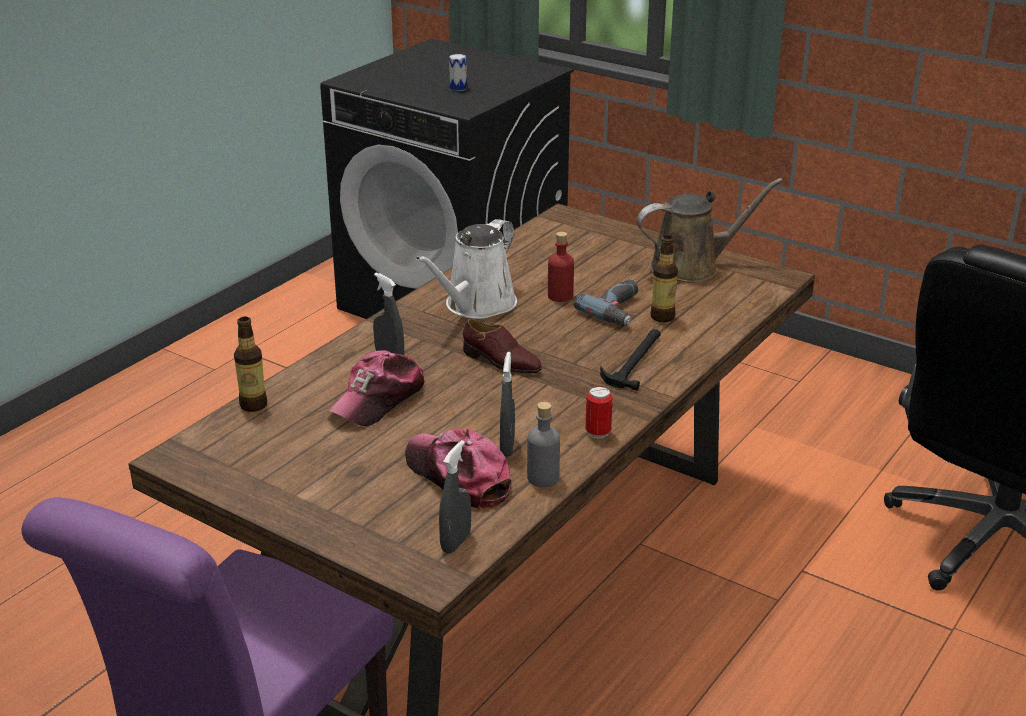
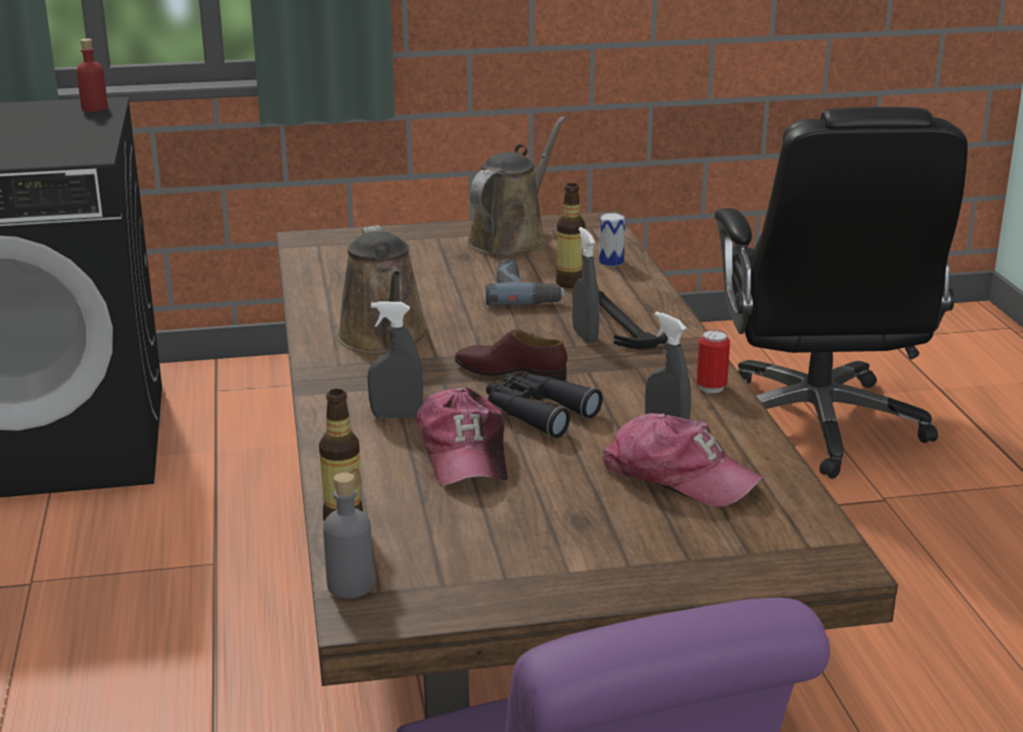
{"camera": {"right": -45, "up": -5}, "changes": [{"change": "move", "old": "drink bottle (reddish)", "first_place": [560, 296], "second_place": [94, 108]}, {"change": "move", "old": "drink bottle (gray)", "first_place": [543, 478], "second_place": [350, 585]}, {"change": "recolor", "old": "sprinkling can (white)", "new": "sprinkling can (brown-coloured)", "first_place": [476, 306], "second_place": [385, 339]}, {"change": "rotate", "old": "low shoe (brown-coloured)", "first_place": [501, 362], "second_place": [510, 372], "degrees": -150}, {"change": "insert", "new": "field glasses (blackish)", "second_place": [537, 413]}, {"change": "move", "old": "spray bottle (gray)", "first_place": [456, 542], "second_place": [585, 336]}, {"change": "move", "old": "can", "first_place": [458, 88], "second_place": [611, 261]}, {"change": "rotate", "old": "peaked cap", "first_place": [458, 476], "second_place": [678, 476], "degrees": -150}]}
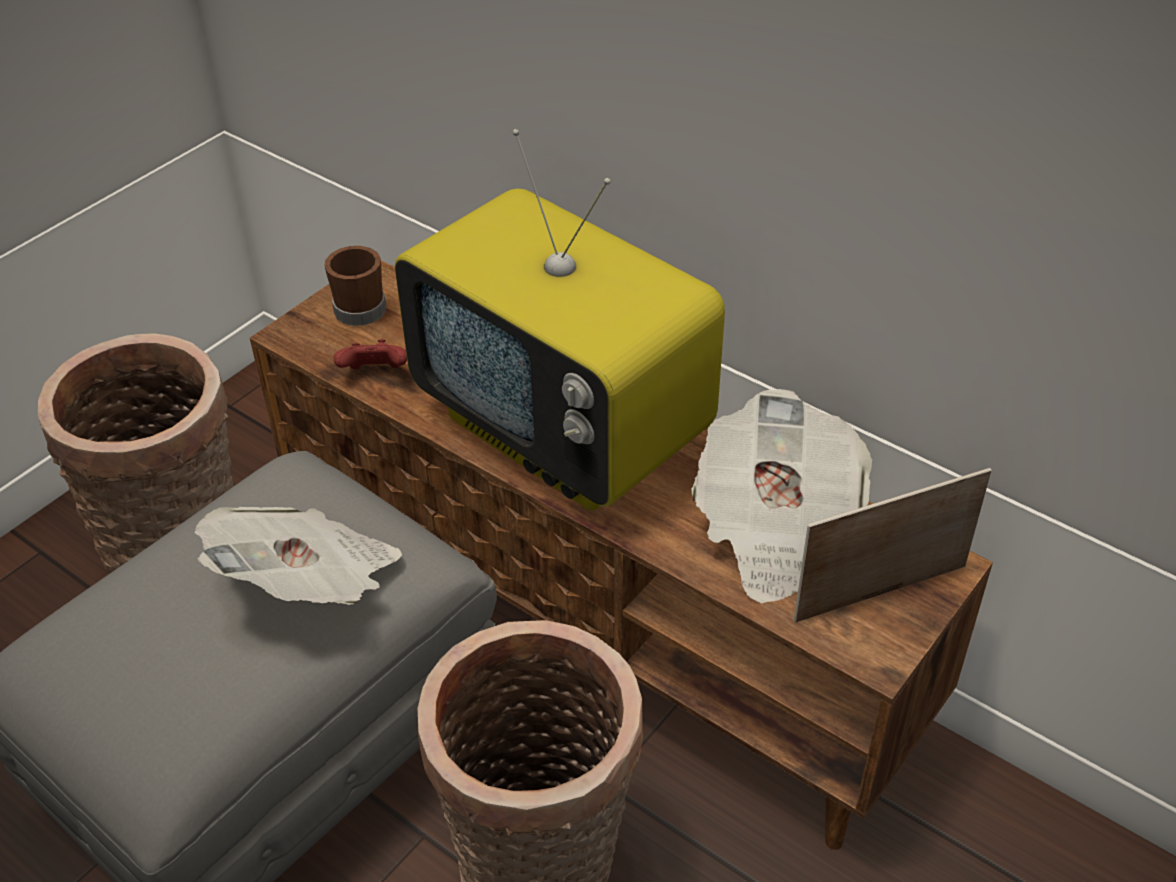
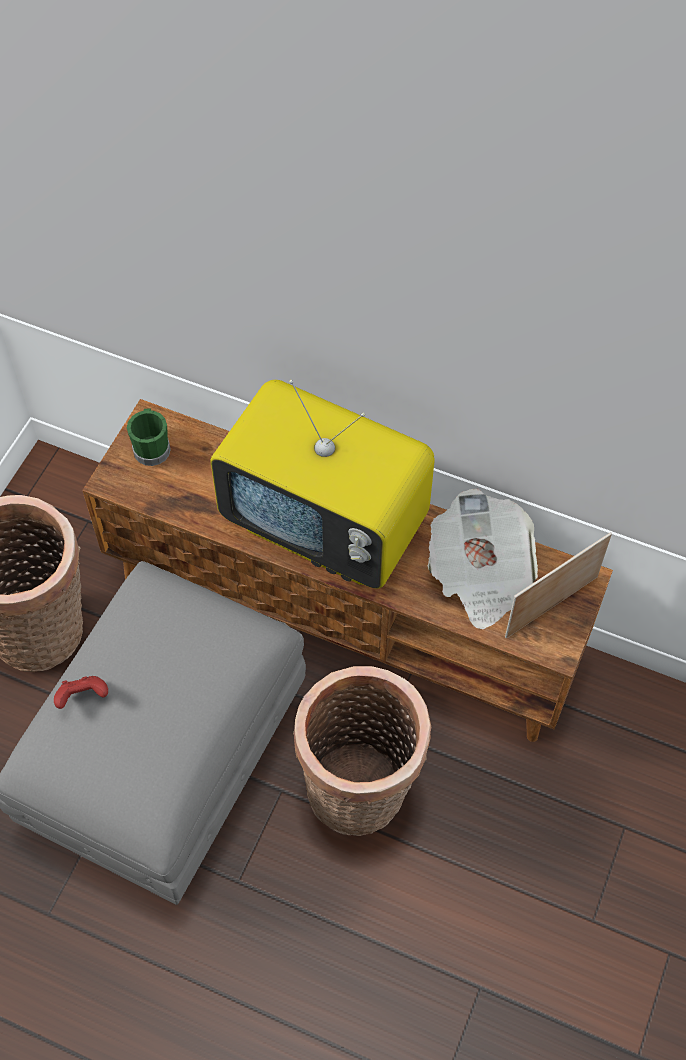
{"camera": {"right": -15, "up": 15}, "changes": [{"change": "move", "old": "gamepad (reddish)", "first_place": [375, 374], "second_place": [83, 697]}, {"change": "recolor", "old": "coffee mug (brown-coloured)", "new": "coffee mug (green-coloured)", "first_place": [362, 306], "second_place": [151, 447]}, {"change": "delete", "old": "printed paper", "first_place": [310, 584]}]}
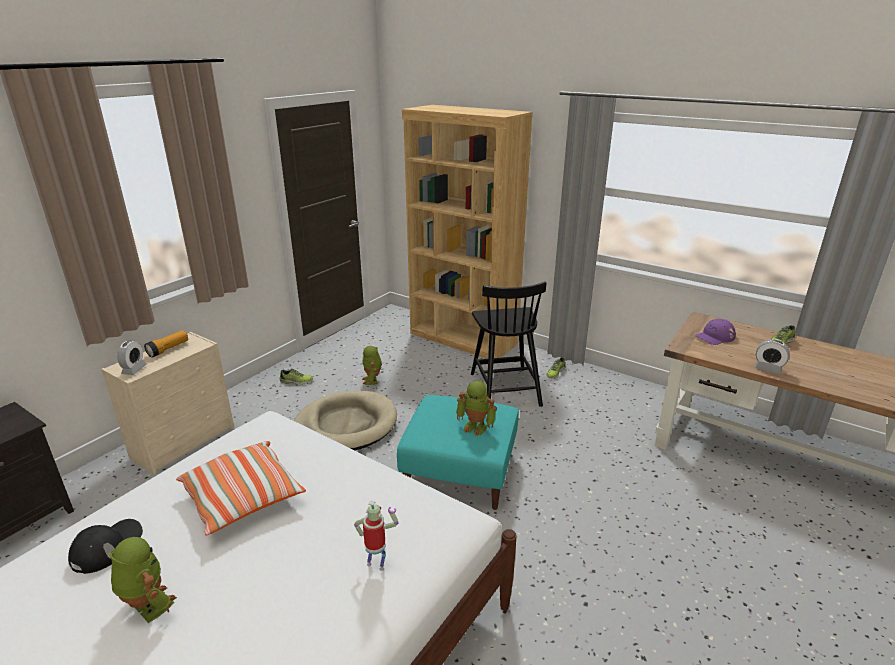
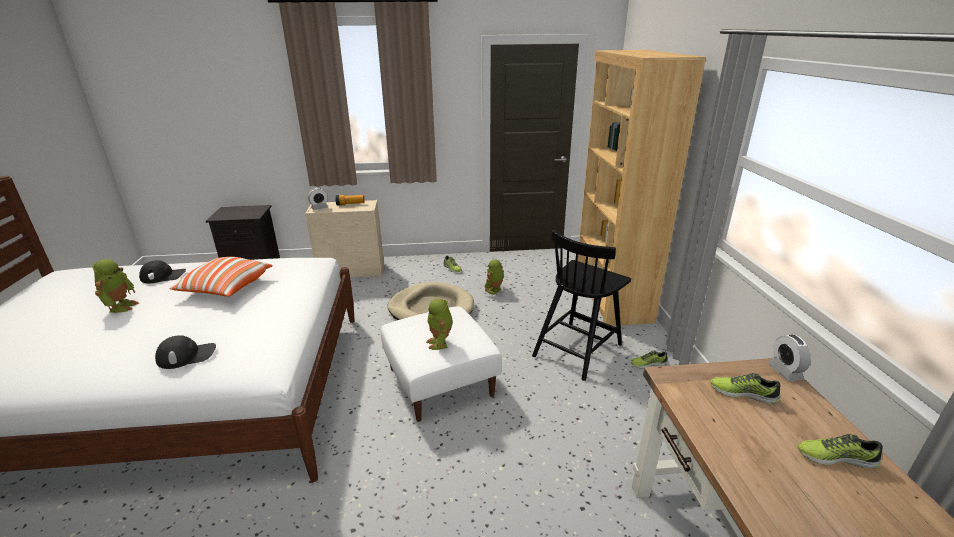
{"camera": {"right": 50, "up": 0}, "changes": [{"change": "replace", "old": "robot figure", "new": "peaked cap (blackish)", "first_place": [377, 564], "second_place": [187, 355]}, {"change": "recolor", "old": "footrest (turquoise)", "new": "footrest (white)", "first_place": [461, 472], "second_place": [441, 382]}, {"change": "replace", "old": "peaked cap (purple)", "new": "low shoe", "first_place": [714, 337], "second_place": [742, 393]}, {"change": "move", "old": "table clock", "first_place": [768, 369], "second_place": [785, 372]}]}
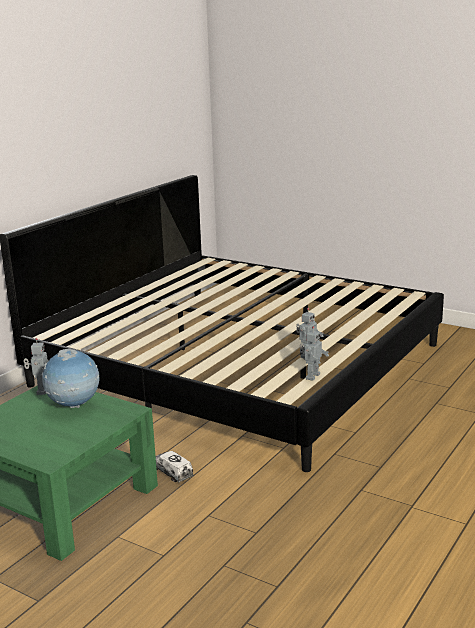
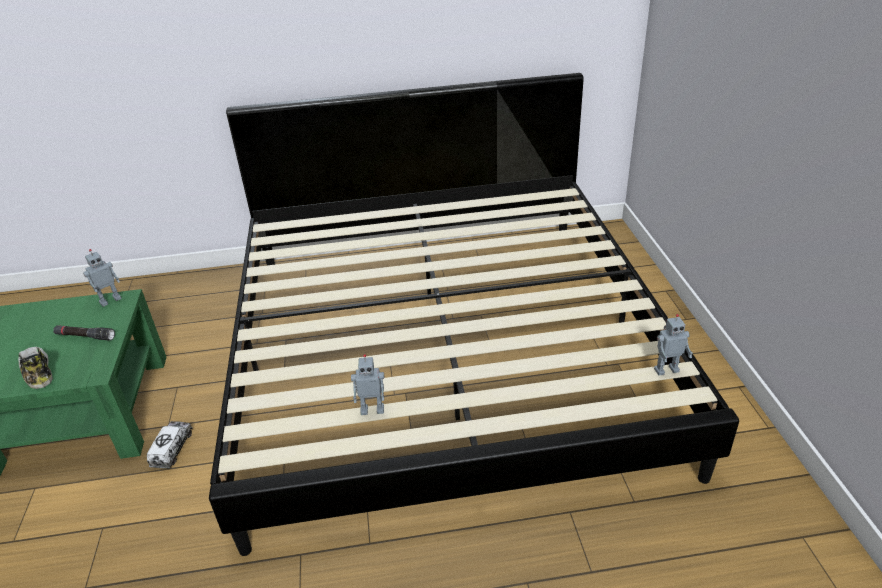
{"camera": {"right": 50, "up": 15}, "changes": [{"change": "insert", "new": "low shoe", "second_place": [37, 373]}, {"change": "replace", "old": "world globe", "new": "torch (blackish)", "first_place": [74, 406], "second_place": [85, 336]}, {"change": "move", "old": "robot figure", "first_place": [312, 376], "second_place": [666, 369]}]}
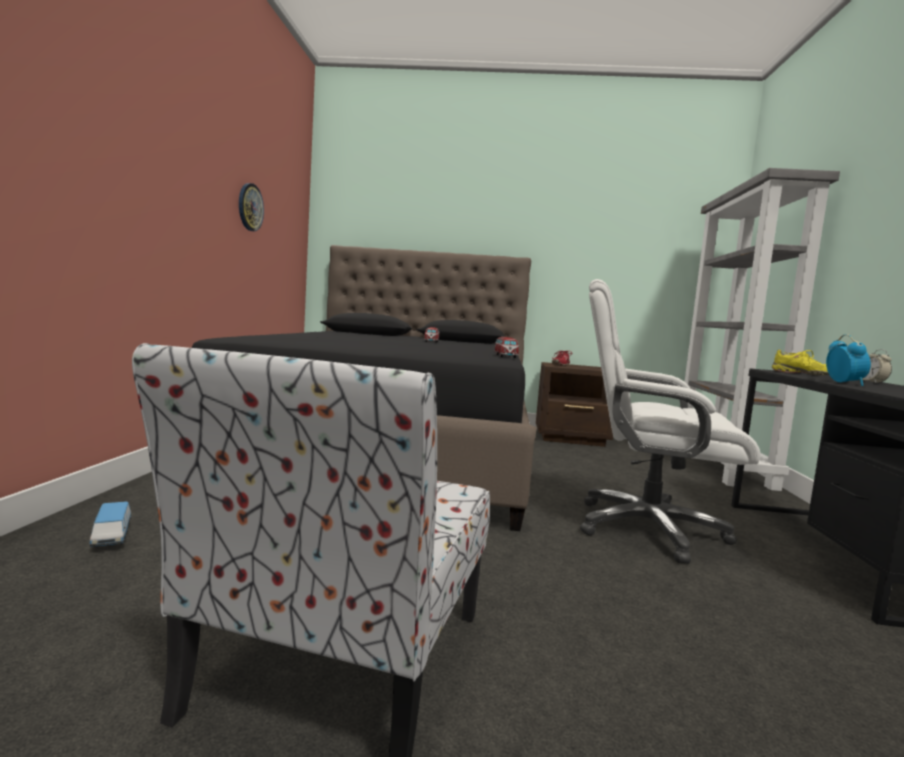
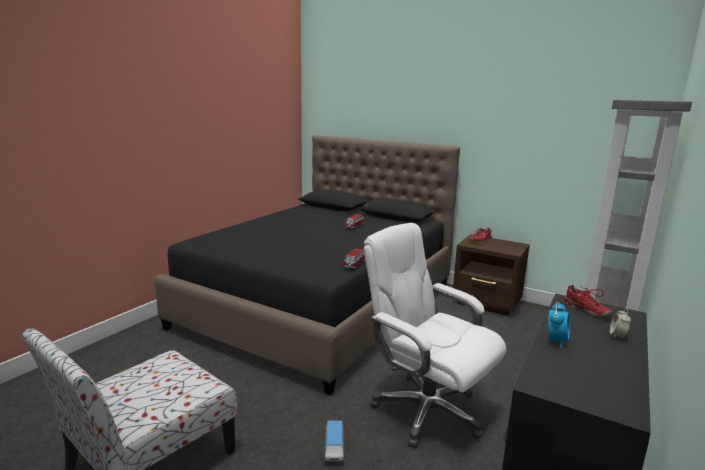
{"camera": {"right": 25, "up": 10}, "changes": [{"change": "move", "old": "toy car", "first_place": [111, 537], "second_place": [334, 448]}, {"change": "recolor", "old": "low shoe (yellow)", "new": "low shoe (reddish)", "first_place": [803, 374], "second_place": [586, 310]}, {"change": "delete", "old": "hanging clock", "first_place": [250, 207]}]}
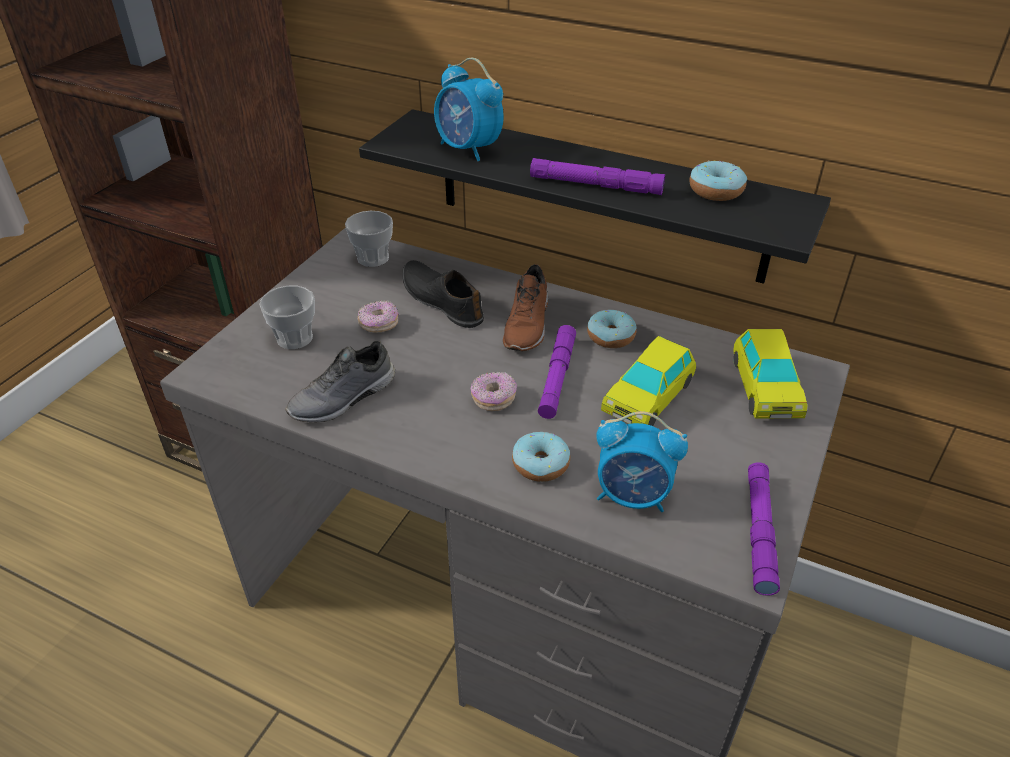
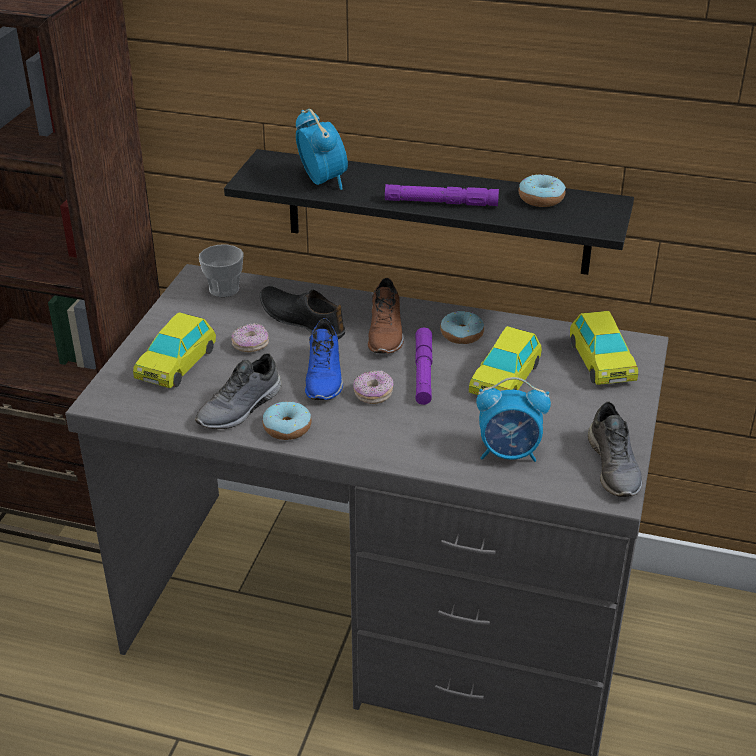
{"camera": {"right": -10, "up": -5}, "changes": [{"change": "replace", "old": "small cup", "new": "toy car", "first_place": [294, 338], "second_place": [176, 364]}, {"change": "move", "old": "doughnut", "first_place": [540, 464], "second_place": [287, 428]}, {"change": "rotate", "old": "table clock", "first_place": [468, 149], "second_place": [322, 181], "degrees": -150}, {"change": "insert", "new": "low shoe (bluish)", "second_place": [325, 376]}, {"change": "replace", "old": "torch (purple)", "new": "low shoe (gray)", "first_place": [759, 532], "second_place": [614, 466]}]}
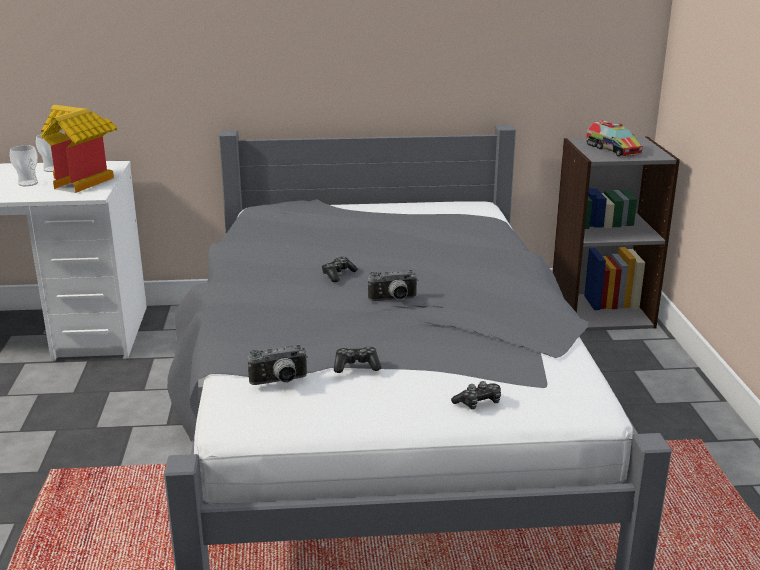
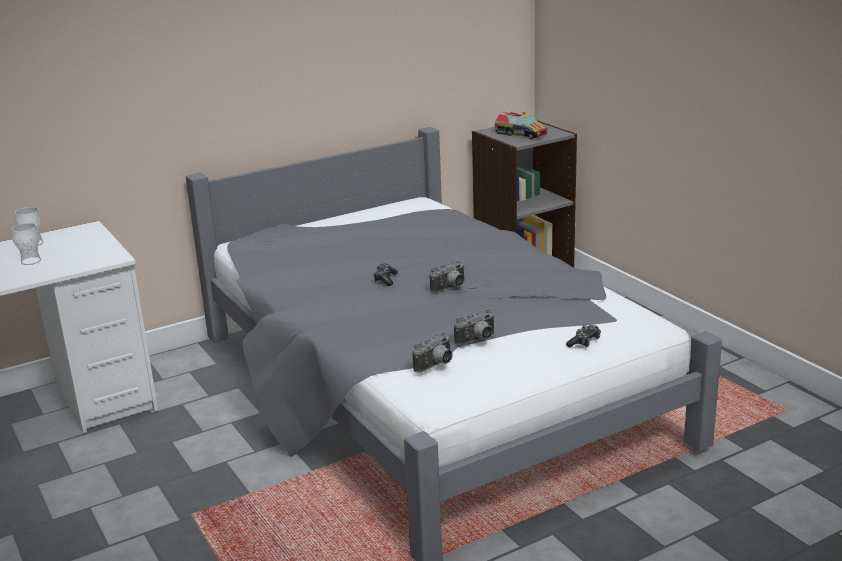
{"camera": {"right": -25, "up": 0}, "changes": [{"change": "replace", "old": "gamepad", "new": "still camera", "first_place": [356, 366], "second_place": [478, 340]}, {"change": "delete", "old": "toy house", "first_place": [84, 181]}]}
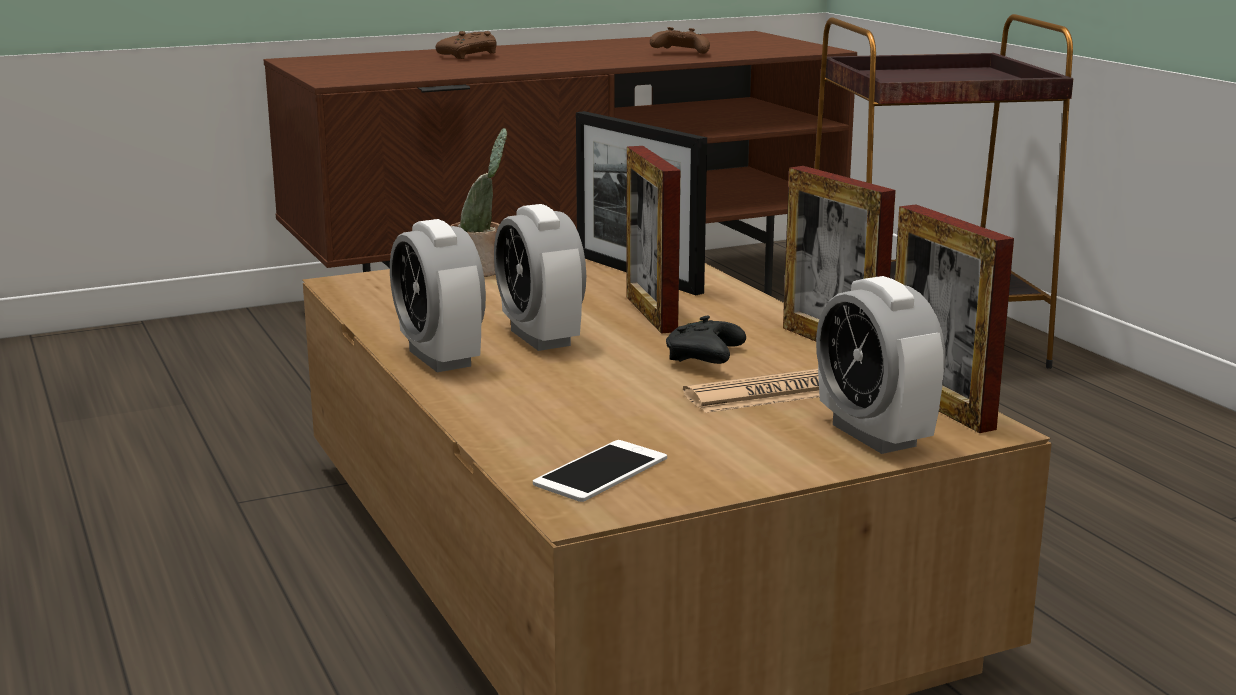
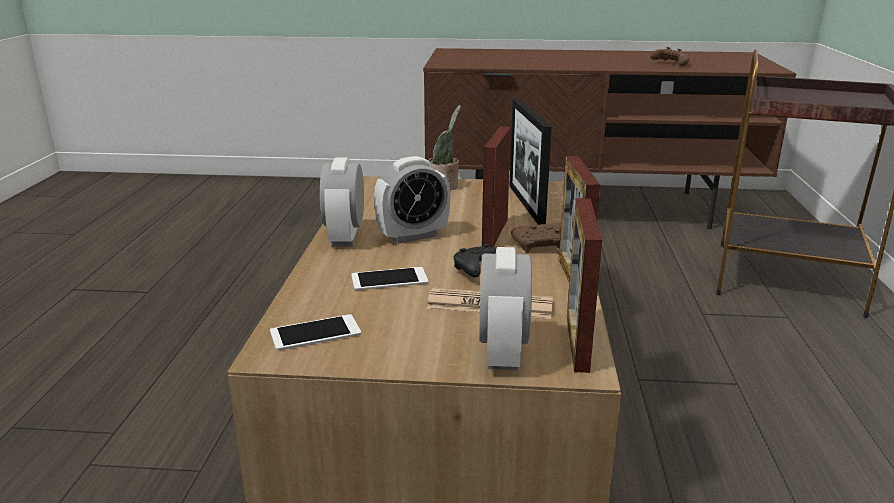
{"camera": {"right": 30, "up": 5}, "changes": [{"change": "insert", "new": "phone", "second_place": [389, 279]}, {"change": "rotate", "old": "table clock", "first_place": [540, 338], "second_place": [413, 236], "degrees": -120}, {"change": "move", "old": "gamepad (brown-coloured)", "first_place": [471, 56], "second_place": [541, 245]}]}
